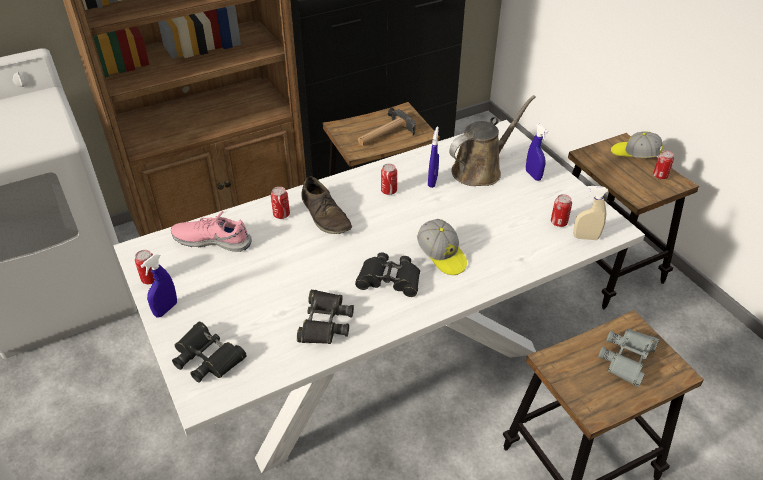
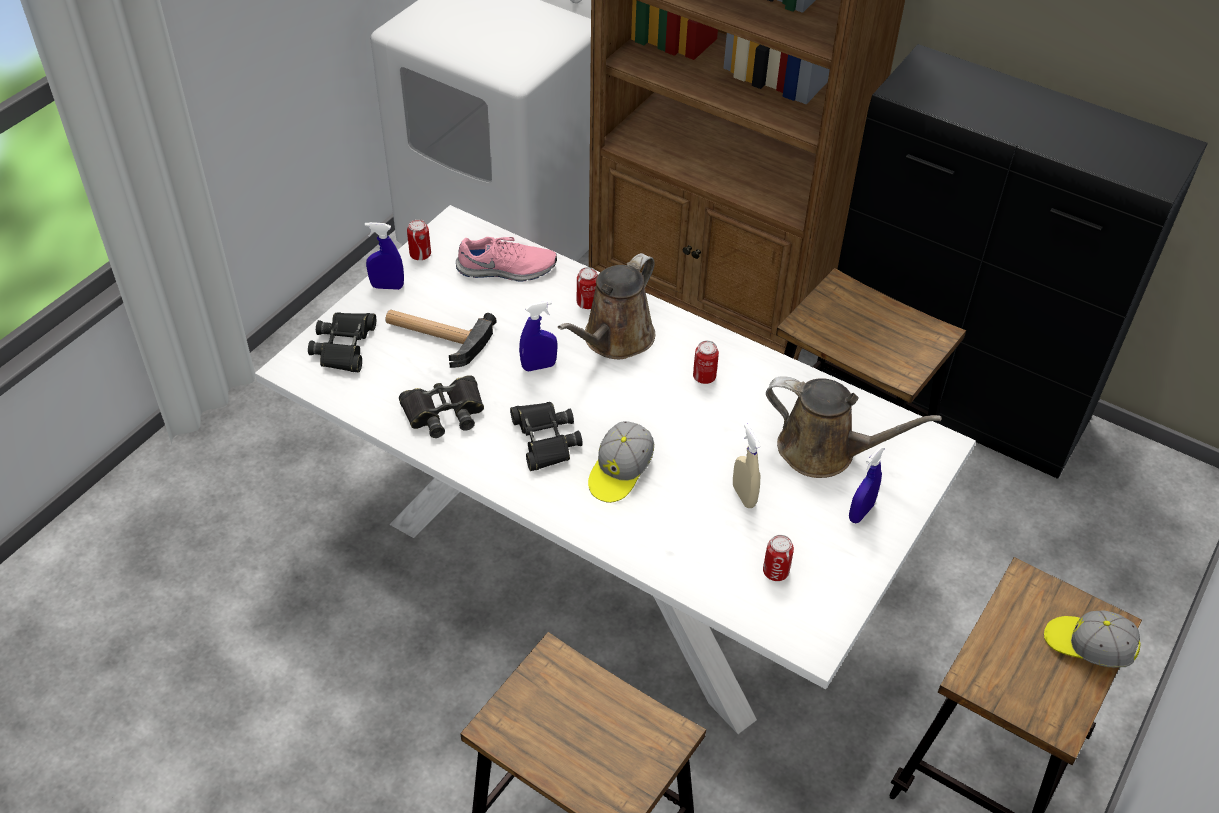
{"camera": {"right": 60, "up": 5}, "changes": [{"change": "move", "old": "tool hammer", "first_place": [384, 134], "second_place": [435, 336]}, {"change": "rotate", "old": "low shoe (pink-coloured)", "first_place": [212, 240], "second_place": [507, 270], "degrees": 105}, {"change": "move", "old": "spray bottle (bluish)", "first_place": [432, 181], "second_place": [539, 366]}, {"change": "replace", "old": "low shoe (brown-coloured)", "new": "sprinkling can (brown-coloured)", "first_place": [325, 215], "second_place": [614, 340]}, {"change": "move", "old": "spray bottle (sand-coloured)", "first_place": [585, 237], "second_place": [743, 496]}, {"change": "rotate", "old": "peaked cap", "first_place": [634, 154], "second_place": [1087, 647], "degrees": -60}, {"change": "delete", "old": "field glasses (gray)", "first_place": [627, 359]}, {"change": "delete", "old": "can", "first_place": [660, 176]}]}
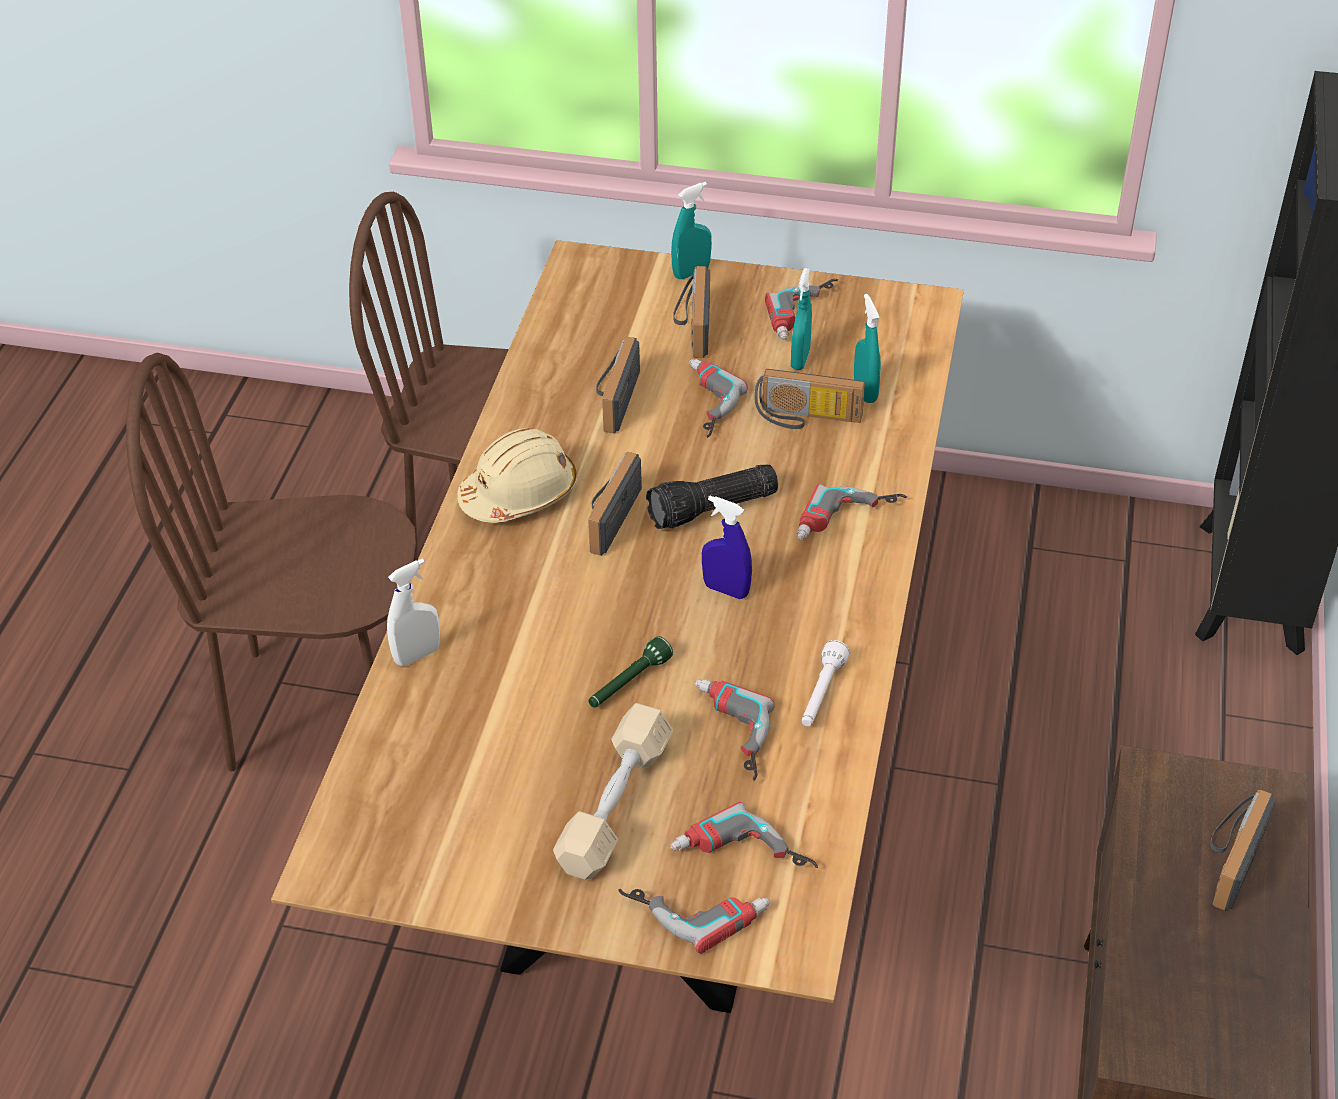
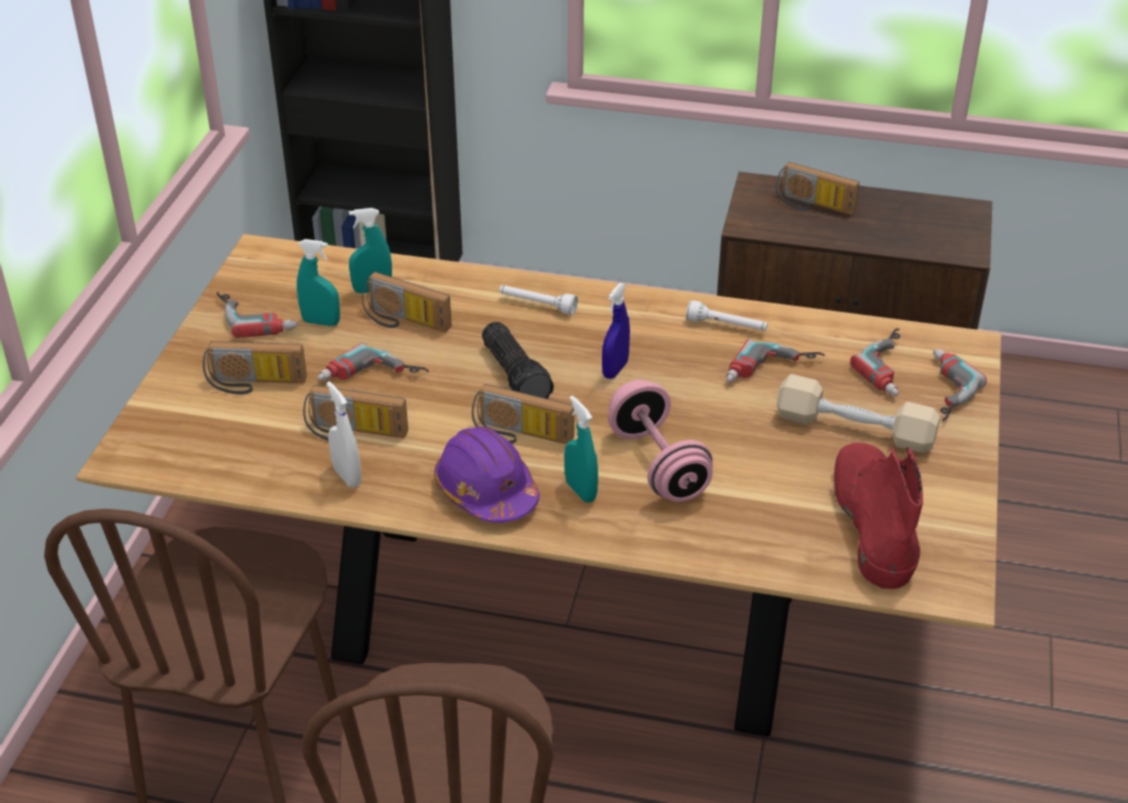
{"camera": {"right": -90, "up": -5}, "changes": [{"change": "move", "old": "spray bottle (white)", "first_place": [417, 655], "second_place": [347, 476]}, {"change": "rotate", "old": "radio", "first_place": [806, 418], "second_place": [403, 321], "degrees": 105}, {"change": "recolor", "old": "work helmet (sand-coloured)", "new": "work helmet (purple)", "first_place": [519, 493], "second_place": [486, 491]}, {"change": "replace", "old": "power drill", "new": "torch (white)", "first_place": [849, 523], "second_place": [537, 305]}, {"change": "move", "old": "spray bottle (turquoise)", "first_place": [691, 272], "second_place": [580, 491]}, {"change": "insert", "new": "free weight (pink-coloured)", "second_place": [658, 464]}, {"change": "insert", "new": "boot (reddish)", "second_place": [872, 521]}, {"change": "delete", "old": "torch (green-coloured)", "first_place": [628, 683]}]}
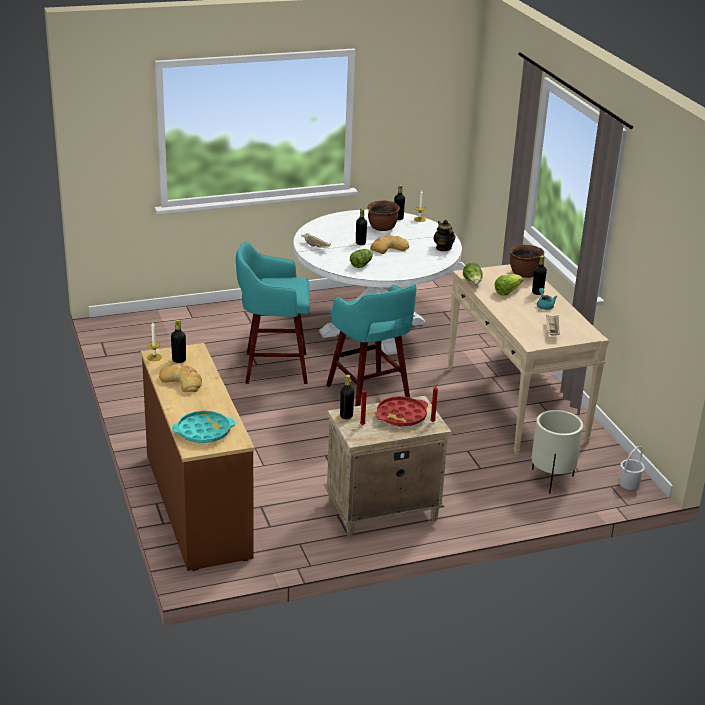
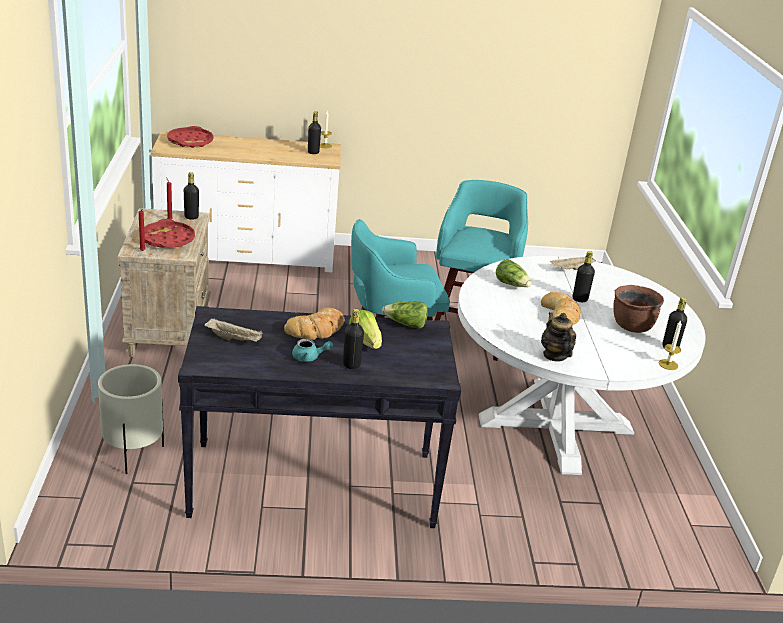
{"camera": {"right": 105, "up": 0}, "changes": [{"change": "recolor", "old": "drawer chest (brown-coloured)", "new": "drawer chest (white)", "first_place": [196, 505], "second_place": [247, 254]}, {"change": "recolor", "old": "tray (turquoise)", "new": "tray (reddish)", "first_place": [203, 431], "second_place": [190, 141]}, {"change": "recolor", "old": "console table (sand-coloured)", "new": "console table (blackish)", "first_place": [515, 404], "second_place": [312, 485]}, {"change": "move", "old": "bread", "first_place": [182, 381], "second_place": [316, 329]}, {"change": "rotate", "old": "teapot", "first_place": [443, 248], "second_place": [555, 355], "degrees": -105}, {"change": "delete", "old": "stockpot (brown-coloured)", "first_place": [524, 274]}, {"change": "delete", "old": "bucket (white)", "first_place": [629, 483]}]}
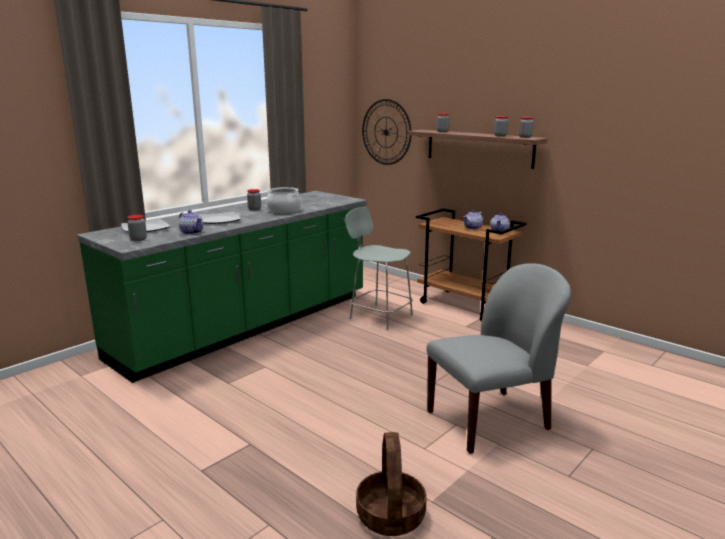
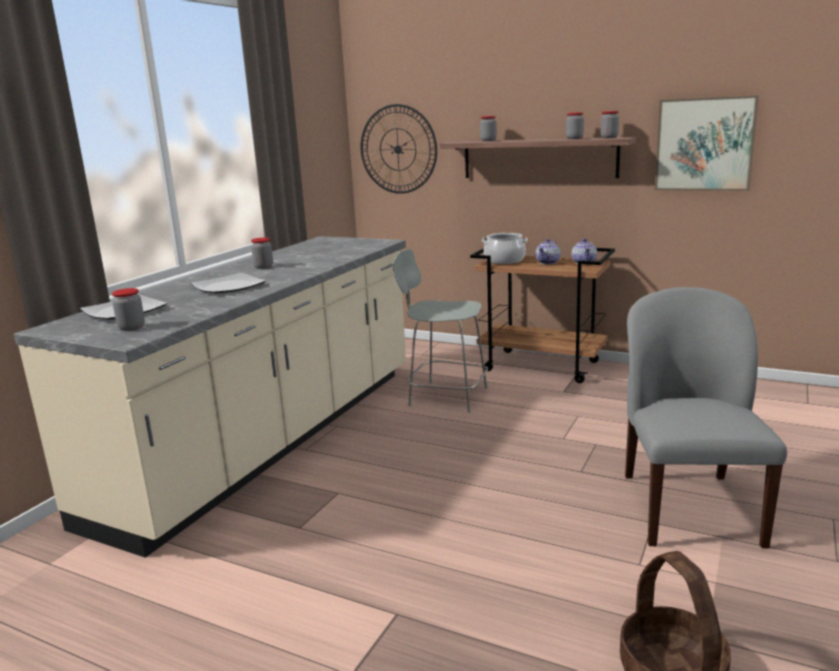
{"camera": {"right": -15, "up": 0}, "changes": [{"change": "recolor", "old": "counter (green-coloured)", "new": "counter (sand-coloured)", "first_place": [247, 326], "second_place": [272, 439]}, {"change": "move", "old": "stockpot", "first_place": [284, 211], "second_place": [504, 260]}, {"change": "rotate", "old": "plain chair (gray)", "first_place": [490, 420], "second_place": [688, 507], "degrees": -45}, {"change": "insert", "new": "wall art", "second_place": [704, 144]}, {"change": "delete", "old": "teapot", "first_place": [192, 232]}]}
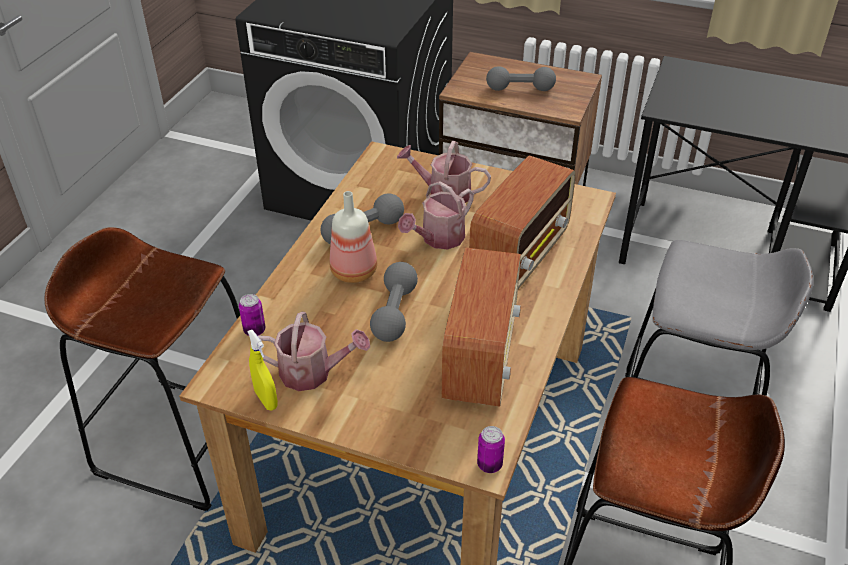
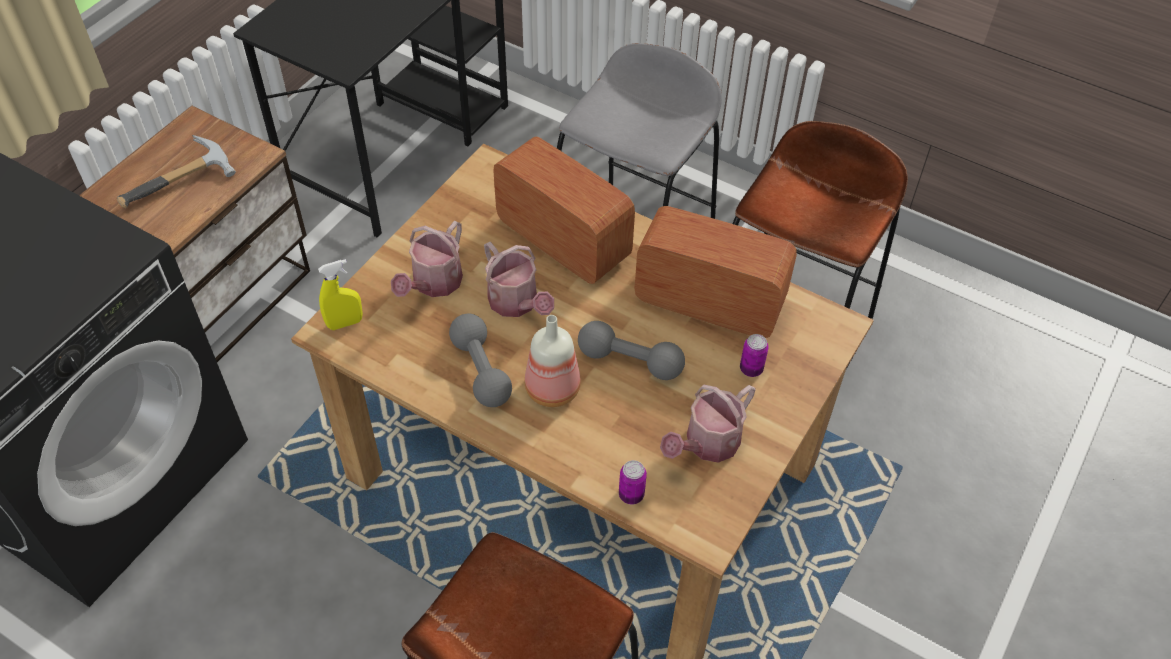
{"camera": {"right": -80, "up": 10}, "changes": [{"change": "replace", "old": "free weight (gray)", "new": "tool hammer", "first_place": [520, 89], "second_place": [182, 186]}, {"change": "move", "old": "spray bottle (yellow)", "first_place": [266, 400], "second_place": [345, 323]}, {"change": "rotate", "old": "sprinkling can", "first_place": [313, 372], "second_place": [707, 444], "degrees": -150}, {"change": "move", "old": "can", "first_place": [489, 465], "second_place": [751, 369]}]}
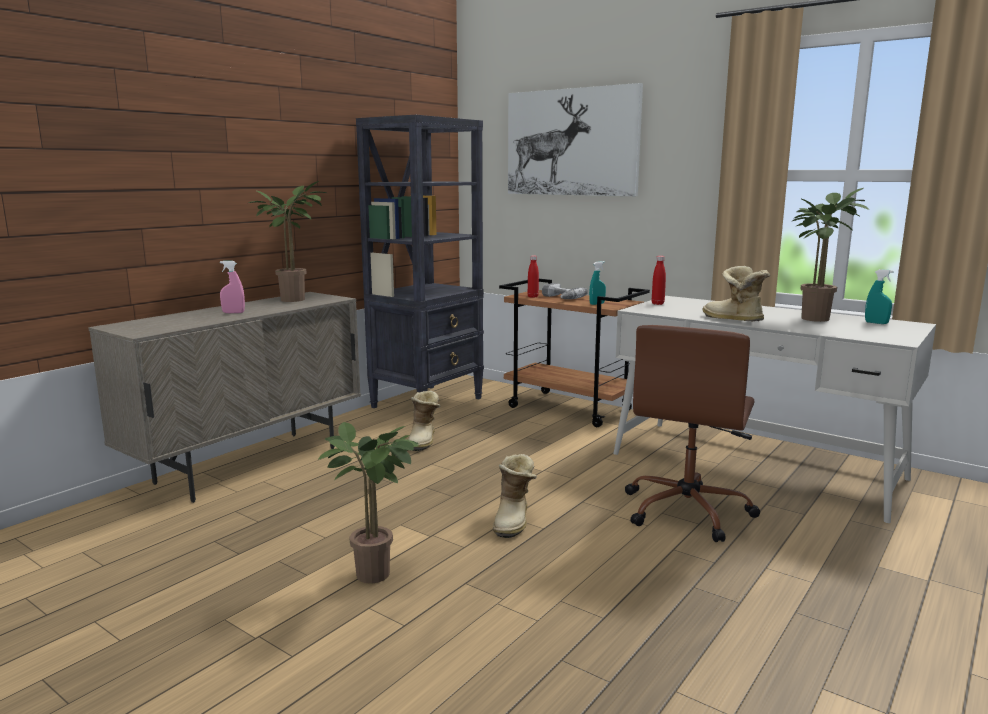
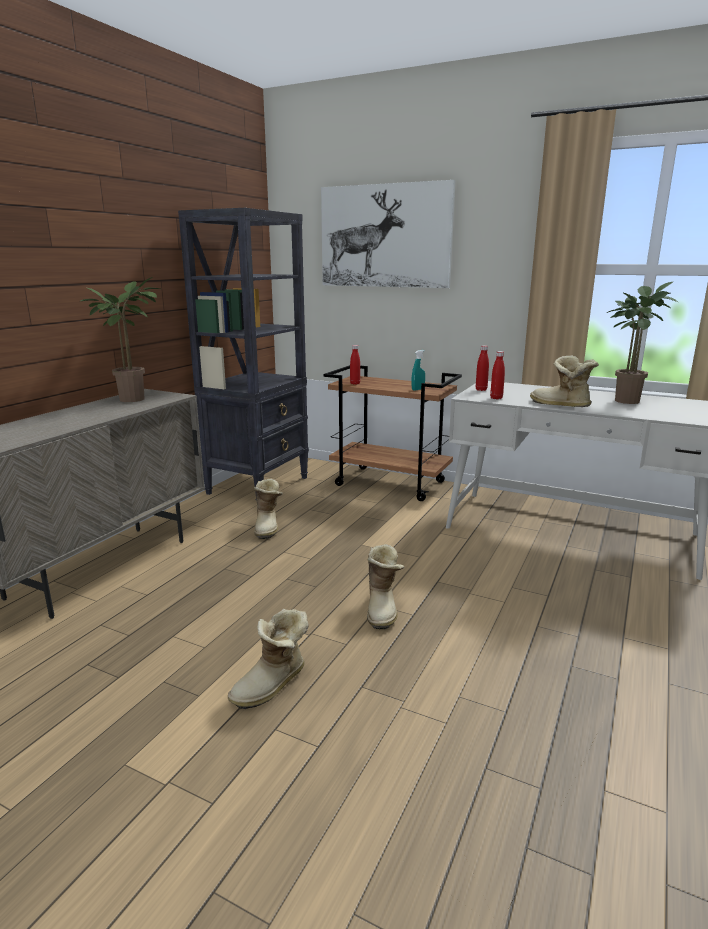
{"camera": {"right": -10, "up": 5}, "changes": [{"change": "replace", "old": "plant in a pot", "new": "boot", "first_place": [379, 573], "second_place": [273, 685]}, {"change": "insert", "new": "drink bottle (reddish)", "second_place": [496, 398]}, {"change": "delete", "old": "spray bottle (pink-coloured)", "first_place": [233, 313]}, {"change": "delete", "old": "power drill", "first_place": [560, 298]}, {"change": "delete", "old": "office chair (brown-coloured)", "first_place": [687, 511]}, {"change": "delete", "old": "spray bottle (turquoise)", "first_place": [876, 323]}]}
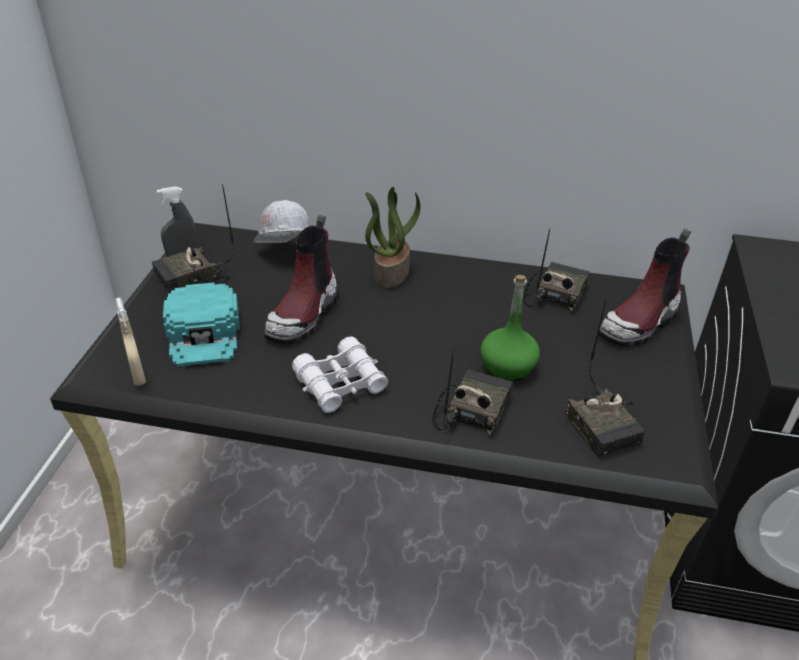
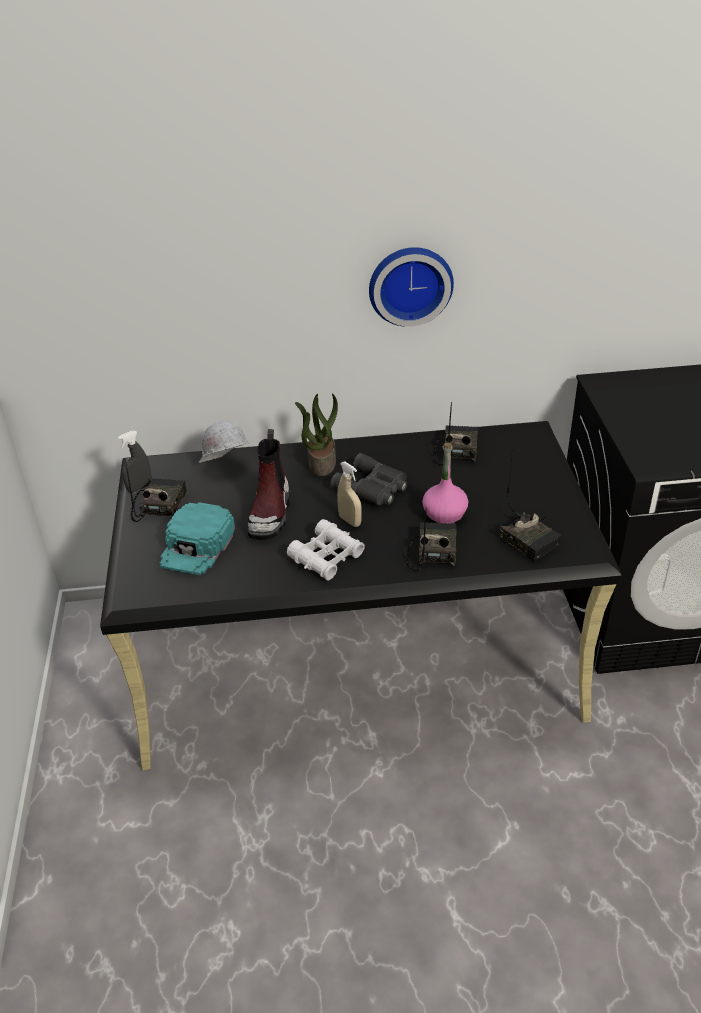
{"camera": {"right": -15, "up": 0}, "changes": [{"change": "rotate", "old": "radio", "first_place": [191, 279], "second_place": [159, 505], "degrees": 150}, {"change": "rotate", "old": "peaked cap (turquoise)", "first_place": [204, 332], "second_place": [197, 545], "degrees": 45}, {"change": "insert", "new": "field glasses (gray)", "second_place": [373, 488]}, {"change": "move", "old": "spray bottle (sand-coloured)", "first_place": [138, 376], "second_place": [350, 521]}, {"change": "insert", "new": "hanging clock", "second_place": [410, 284]}, {"change": "recolor", "old": "drink bottle (green-coloured)", "new": "drink bottle (pink-coloured)", "first_place": [507, 367], "second_place": [444, 514]}, {"change": "delete", "old": "boot", "first_place": [639, 323]}]}
